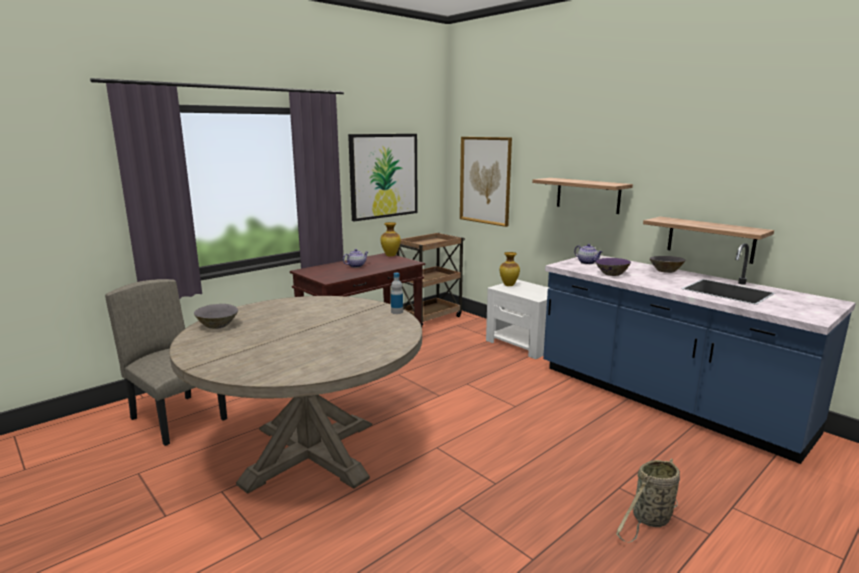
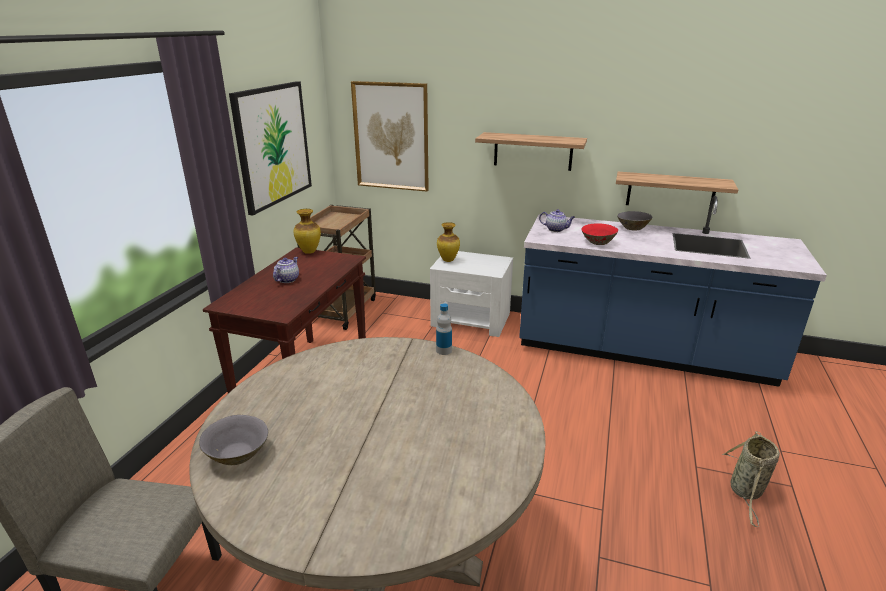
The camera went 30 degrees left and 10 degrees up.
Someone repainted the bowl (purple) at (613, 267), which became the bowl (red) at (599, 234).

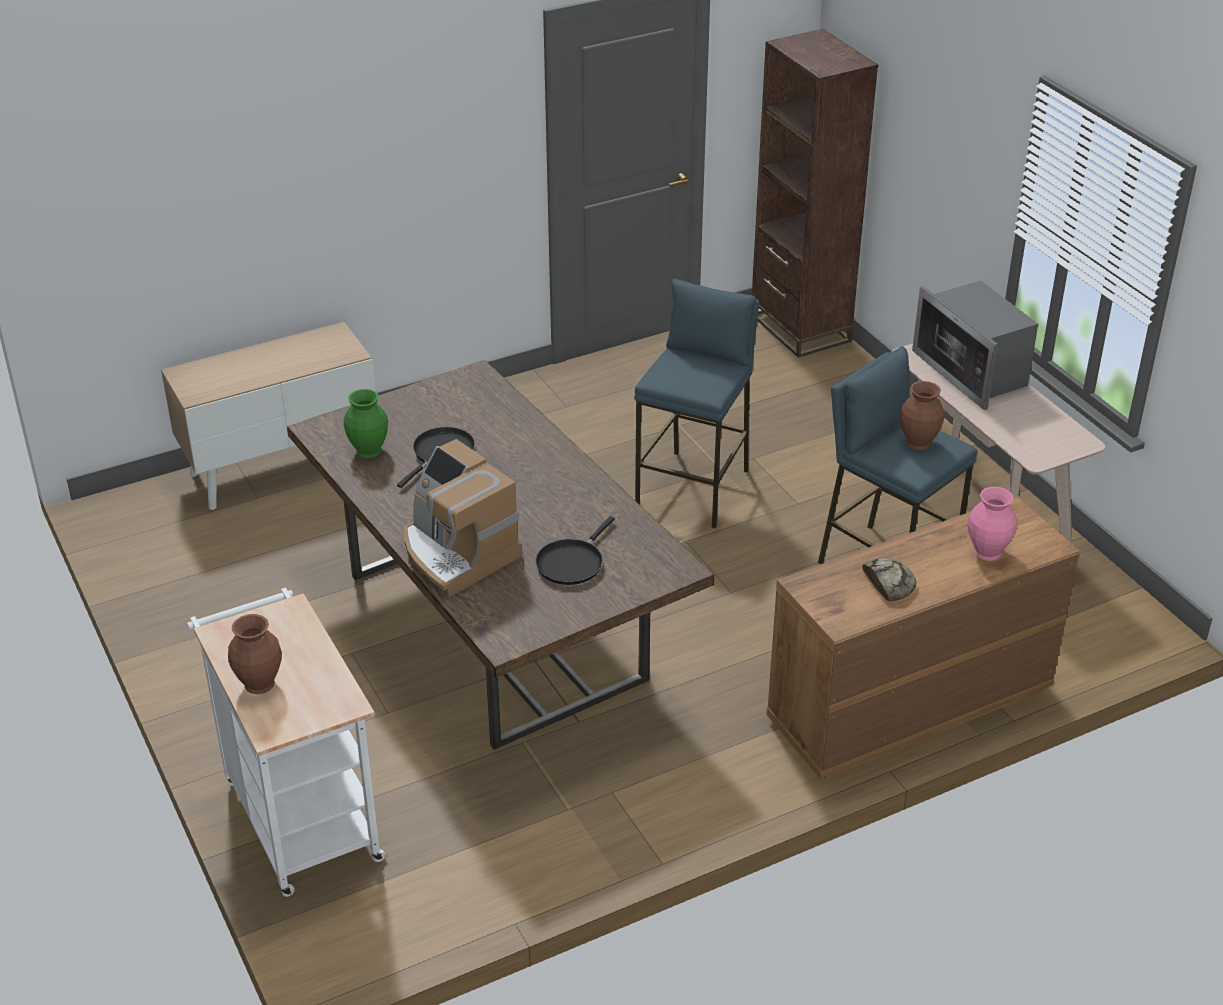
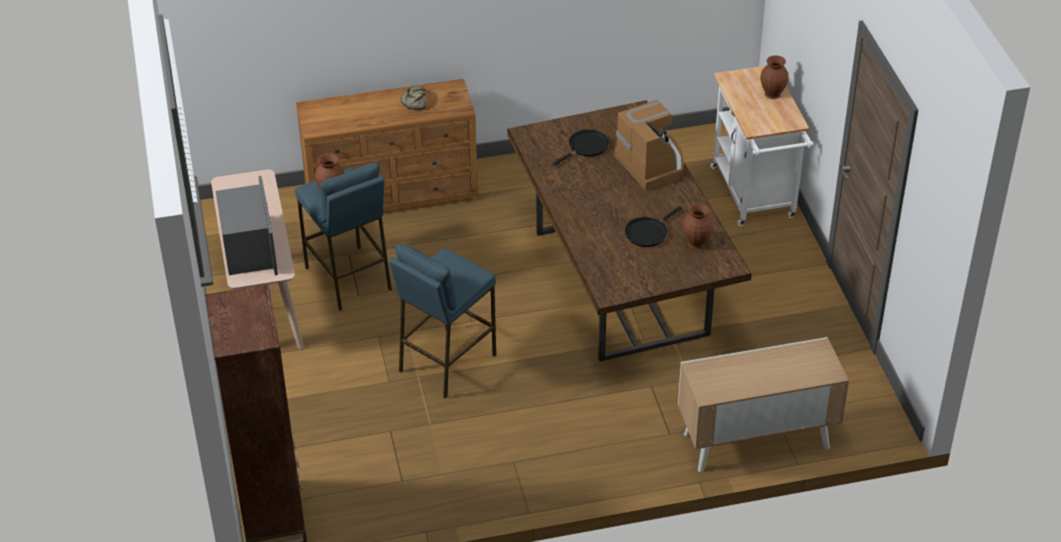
The camera went 165 degrees left and 5 degrees up.
Someone repainted the vase (green) at (366, 423), which became the vase (brown) at (697, 226).
Someone took away the vase (pink) at (992, 524).

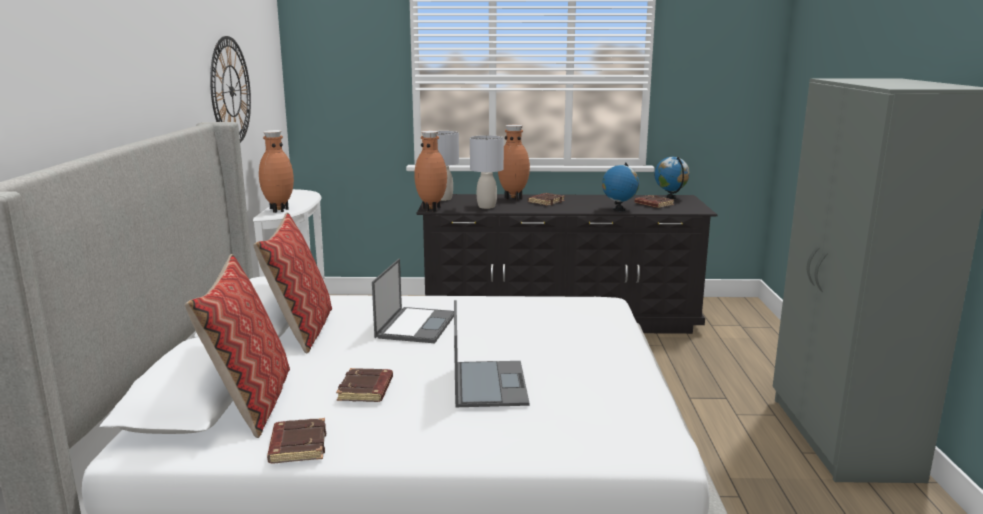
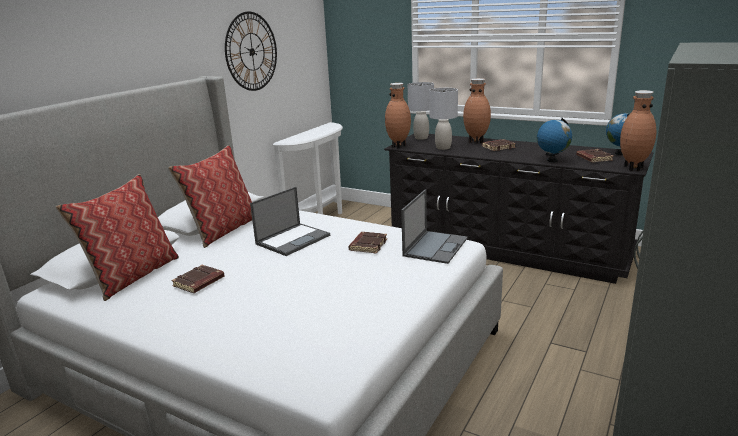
The camera went 30 degrees right and 5 degrees up.
Someone carried the vase (brown) from (276, 171) to (638, 130).
Someone carried the book (brown) from (296, 441) to (368, 243).
Someone carried the laptop from (491, 353) to (434, 226).

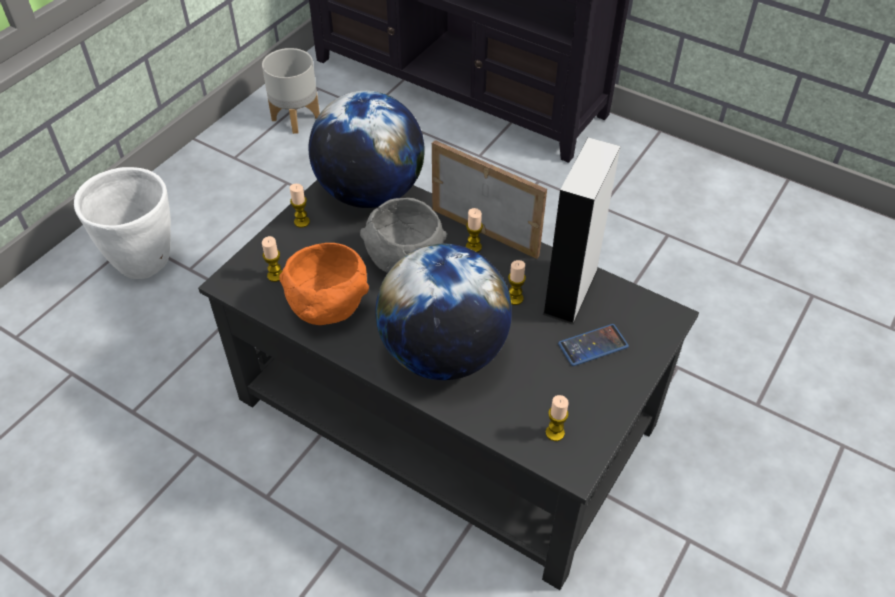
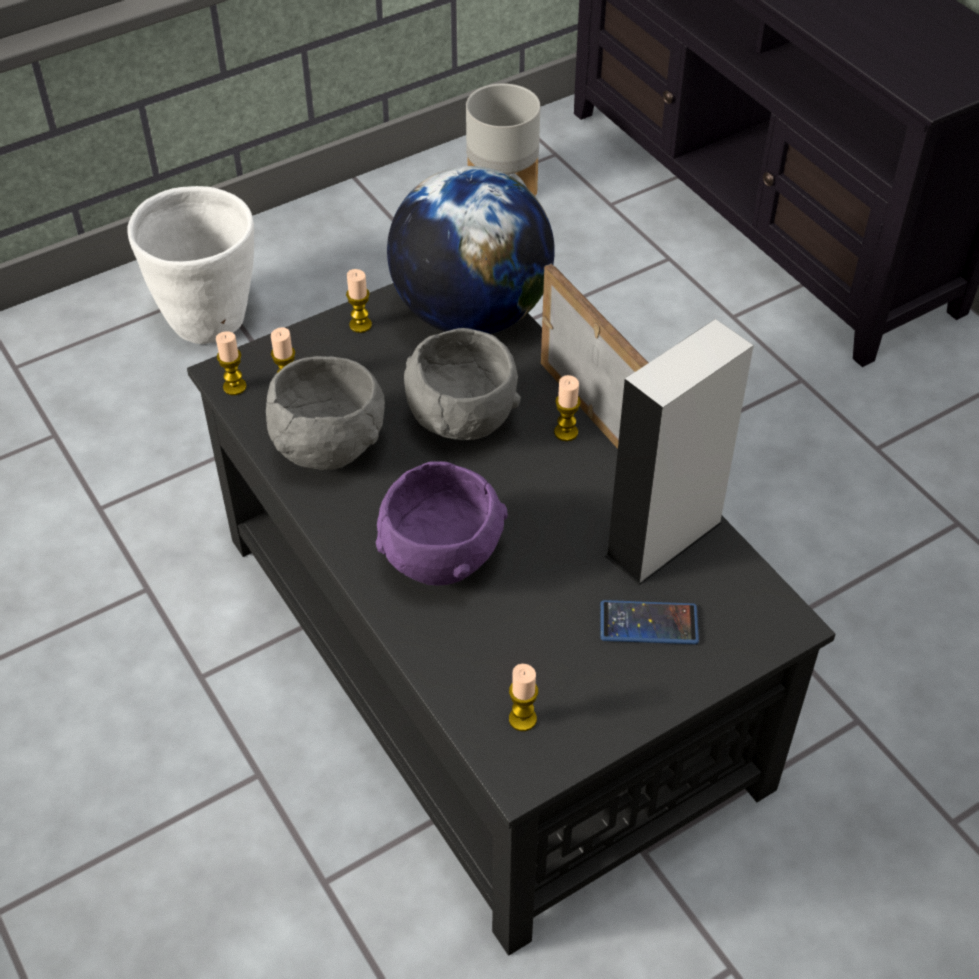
The camera went 25 degrees right and 0 degrees up.
Someone repainted the bowl (orange) at (324, 284), which became the bowl (grey) at (325, 413).
Someone swapped the globe at (443, 312) for the bowl (purple) at (442, 523).
Someone carried the candle from (517, 282) to (231, 363).

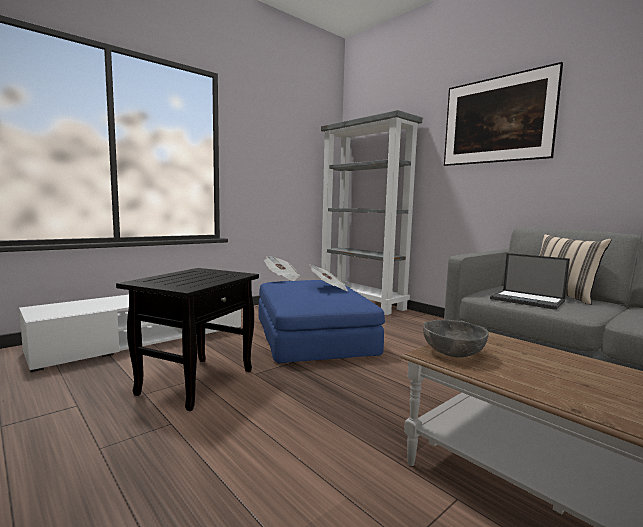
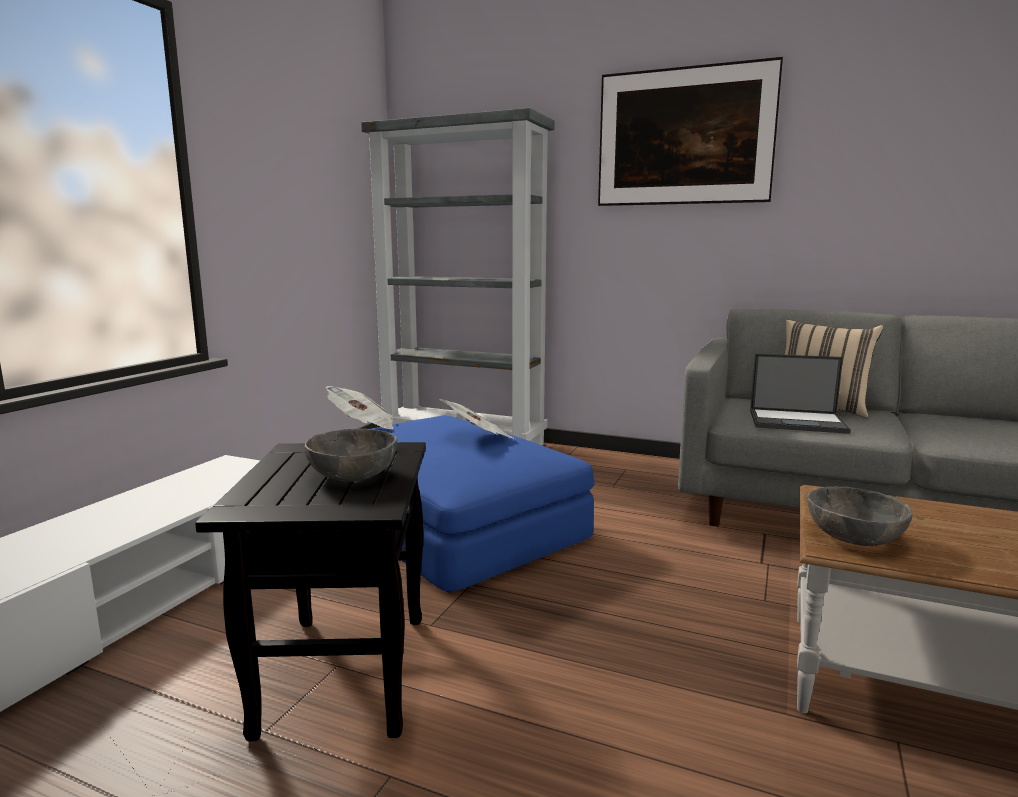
The camera went 25 degrees left and 5 degrees up.
Someone put down the bowl (grey) at (351, 455).

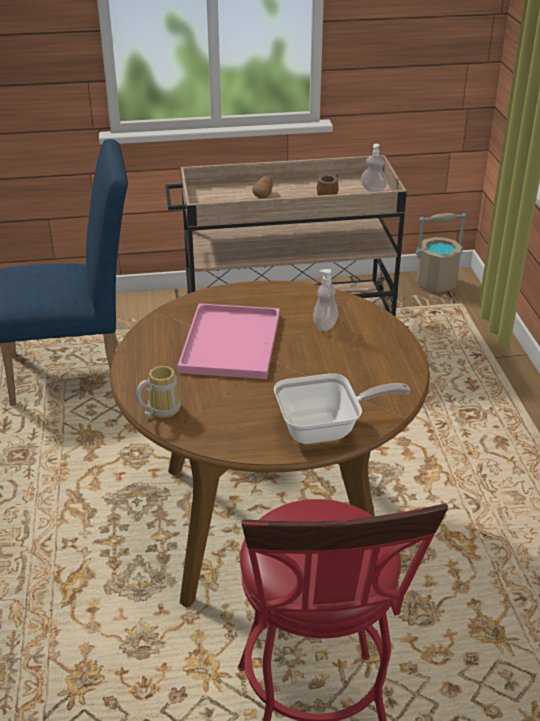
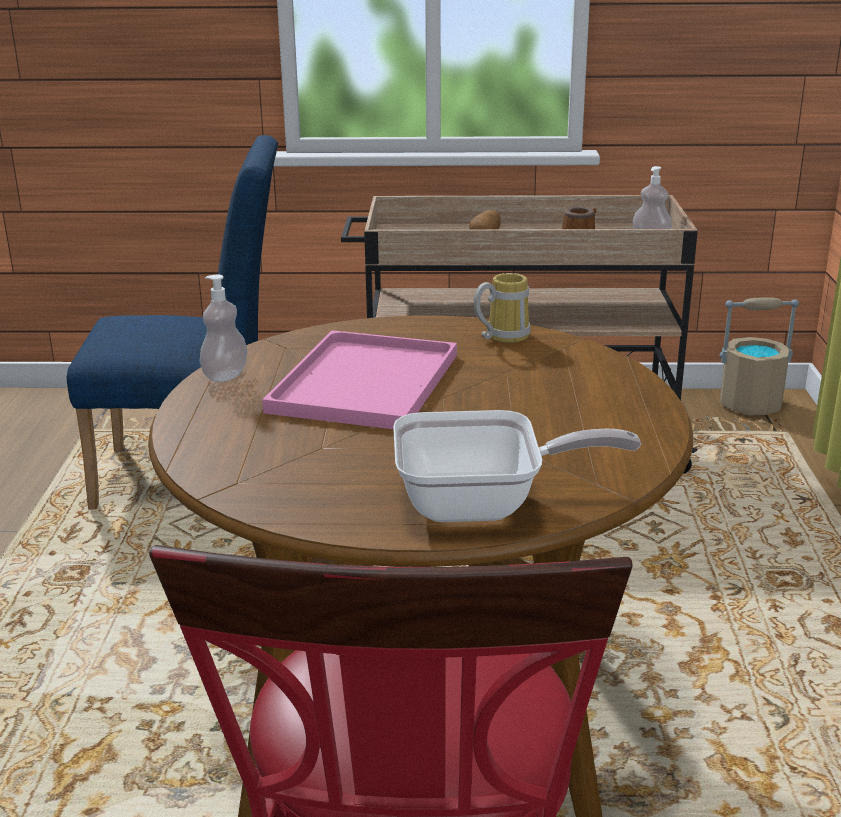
The camera went 10 degrees right and 10 degrees down.
Someone carried the mug from (158, 392) to (502, 308).
Someone carried the soap dispenser from (325, 300) to (224, 328).

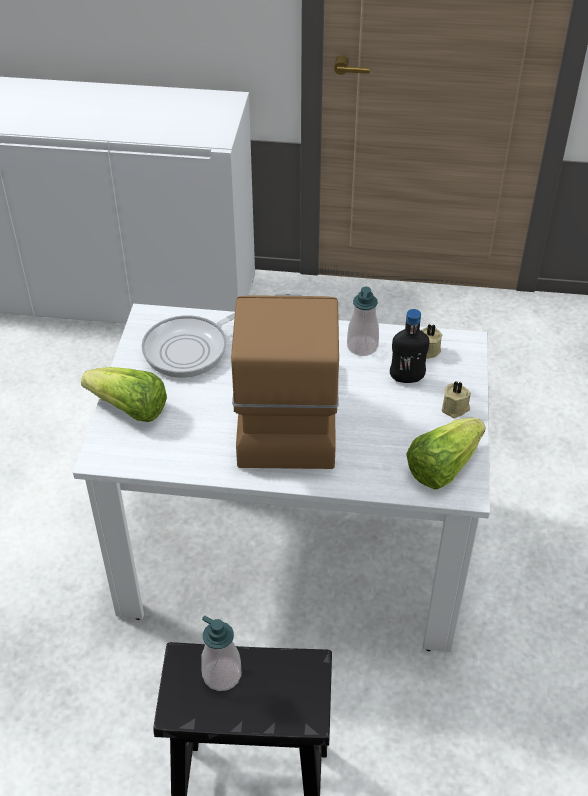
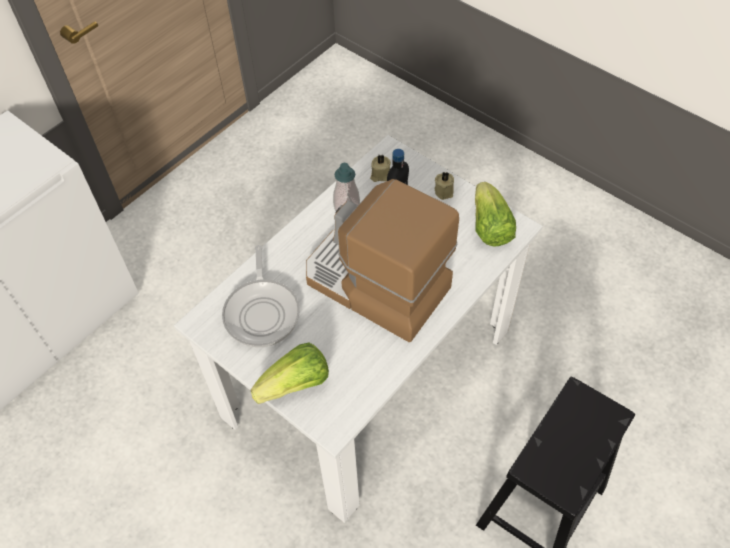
The camera went 55 degrees left and 10 degrees up.
Someone took away the soap dispenser at (221, 653).

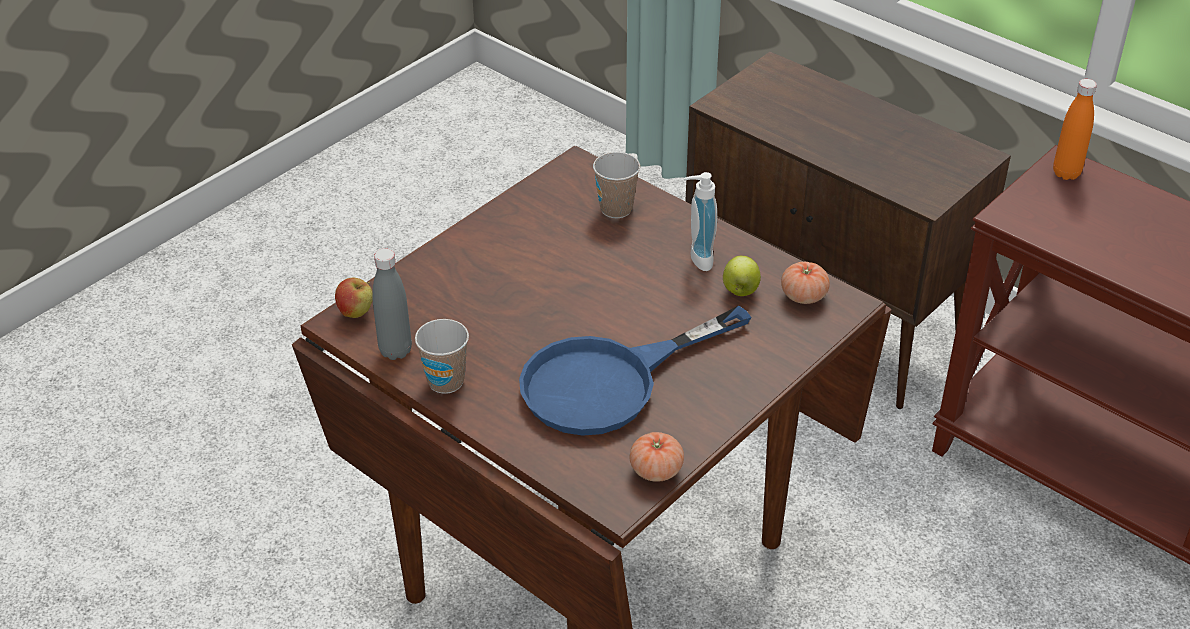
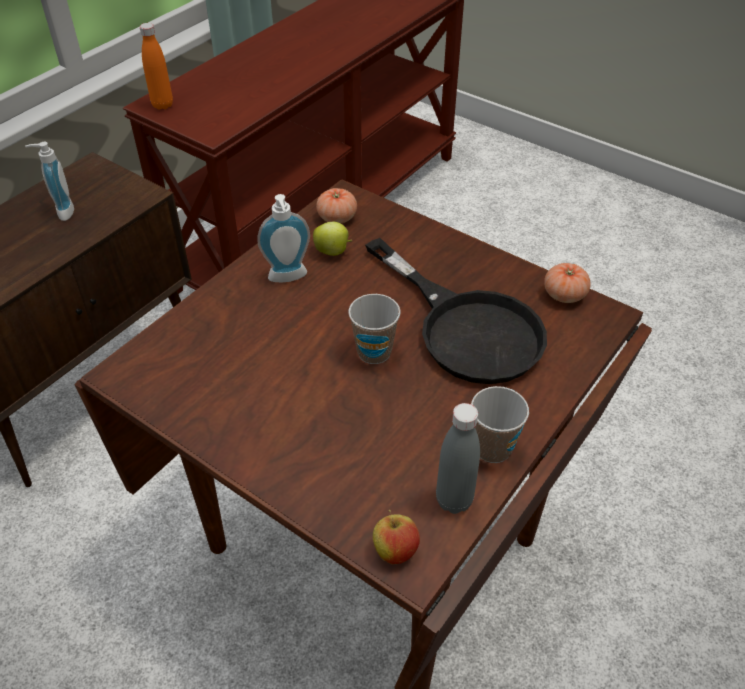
The camera went 95 degrees left and 5 degrees up.
Someone repainted the frying pan (blue) at (635, 370), which became the frying pan (black) at (456, 311).
Someone carried the cup from (616, 185) to (374, 329).
Someone put down the soap dispenser at (49, 181).

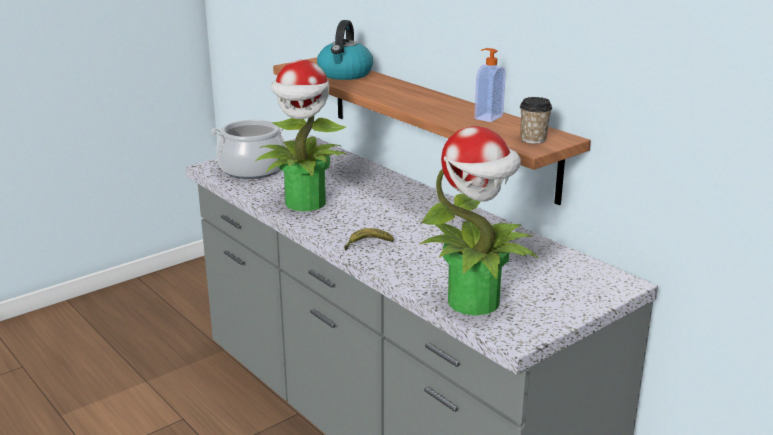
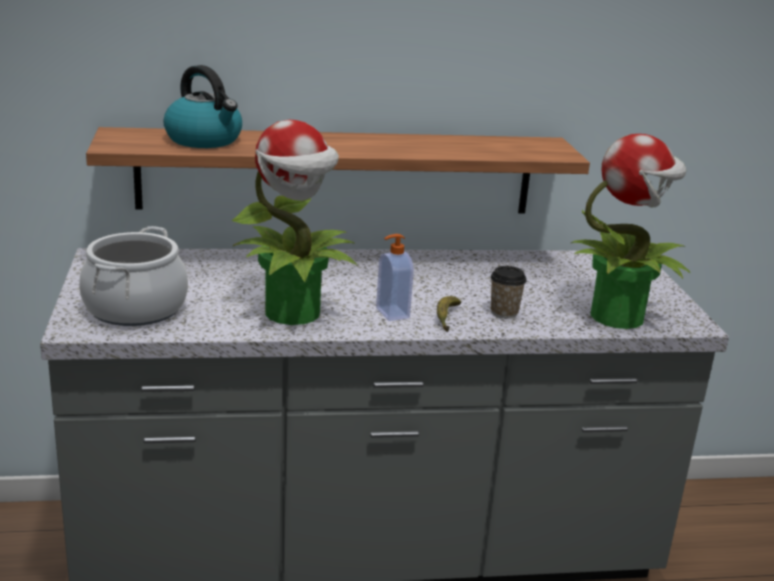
The camera went 60 degrees left and 0 degrees up.
Someone carried the soap dispenser from (490, 85) to (395, 277).
Someone carried the cup from (536, 120) to (508, 292).

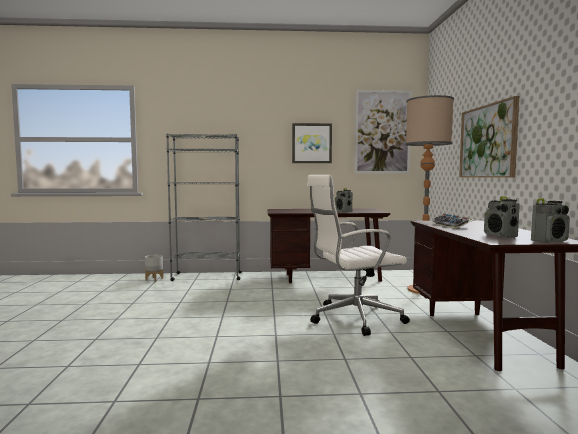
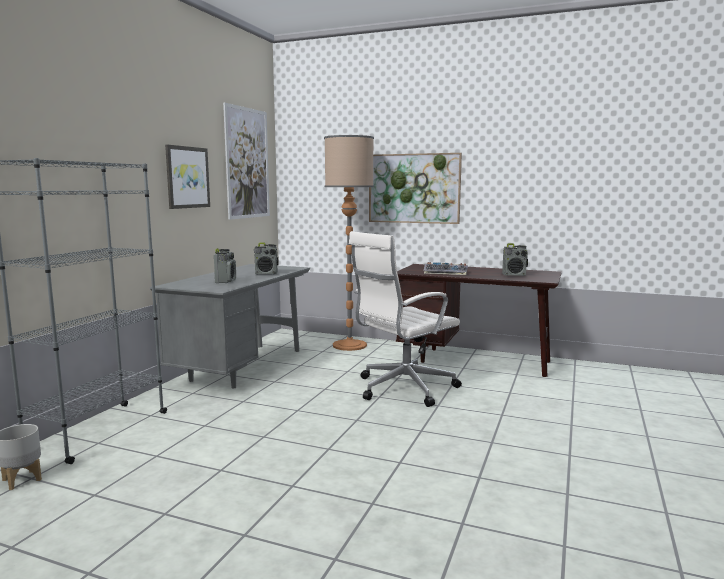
The camera went 65 degrees left and 5 degrees up.
Someone repainted the desk (brown) at (328, 245), which became the desk (grey) at (230, 326).
Someone rotated the office chair (white) at (358, 255) by 45 degrees clockwise.
Someone carried the radio from (550, 220) to (225, 265).

